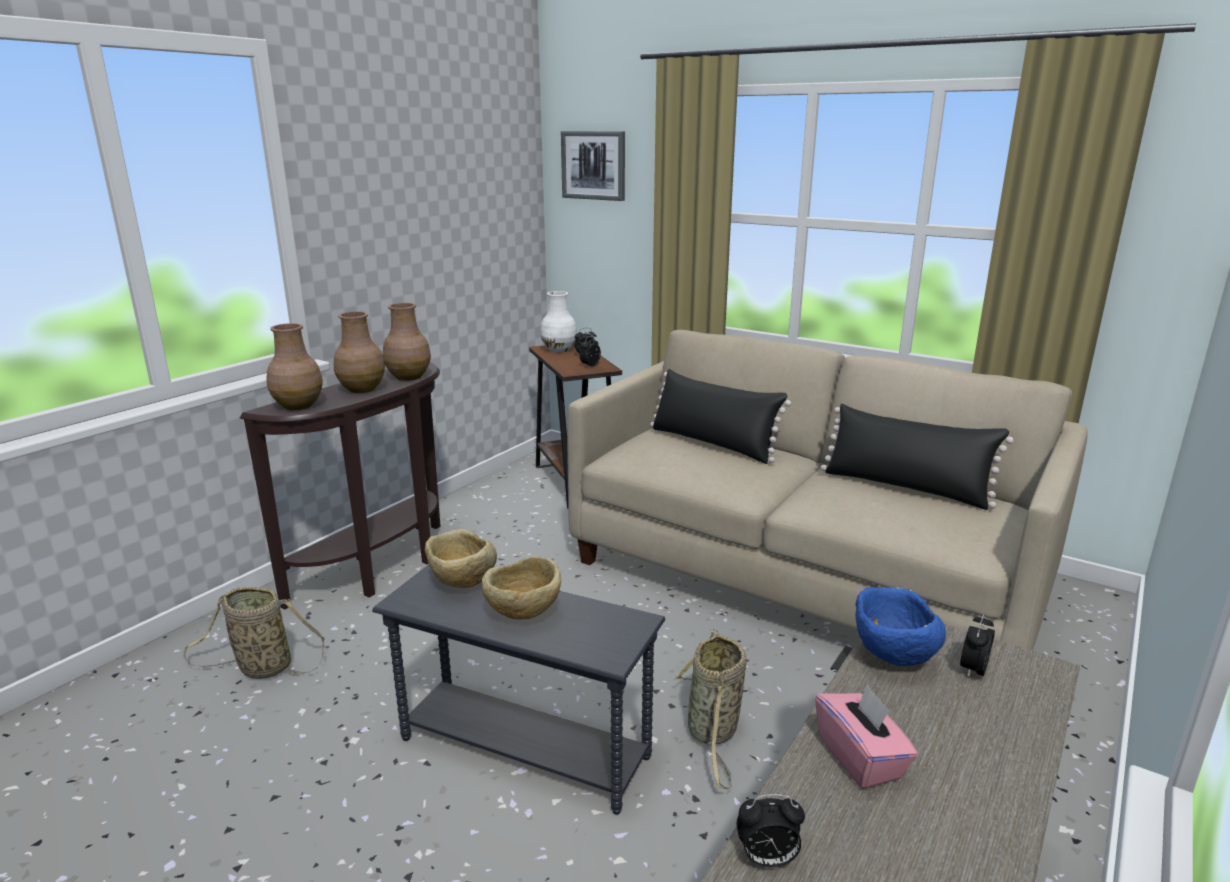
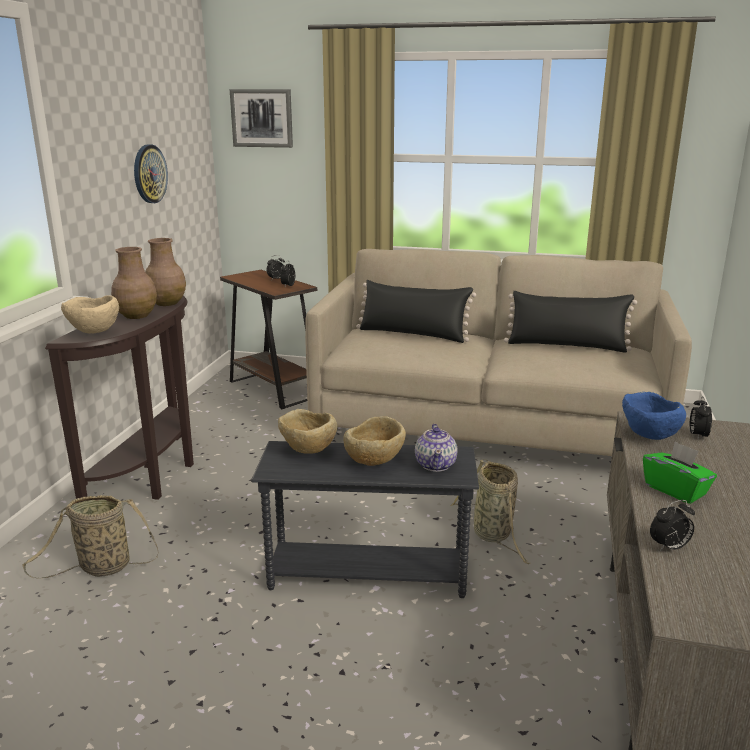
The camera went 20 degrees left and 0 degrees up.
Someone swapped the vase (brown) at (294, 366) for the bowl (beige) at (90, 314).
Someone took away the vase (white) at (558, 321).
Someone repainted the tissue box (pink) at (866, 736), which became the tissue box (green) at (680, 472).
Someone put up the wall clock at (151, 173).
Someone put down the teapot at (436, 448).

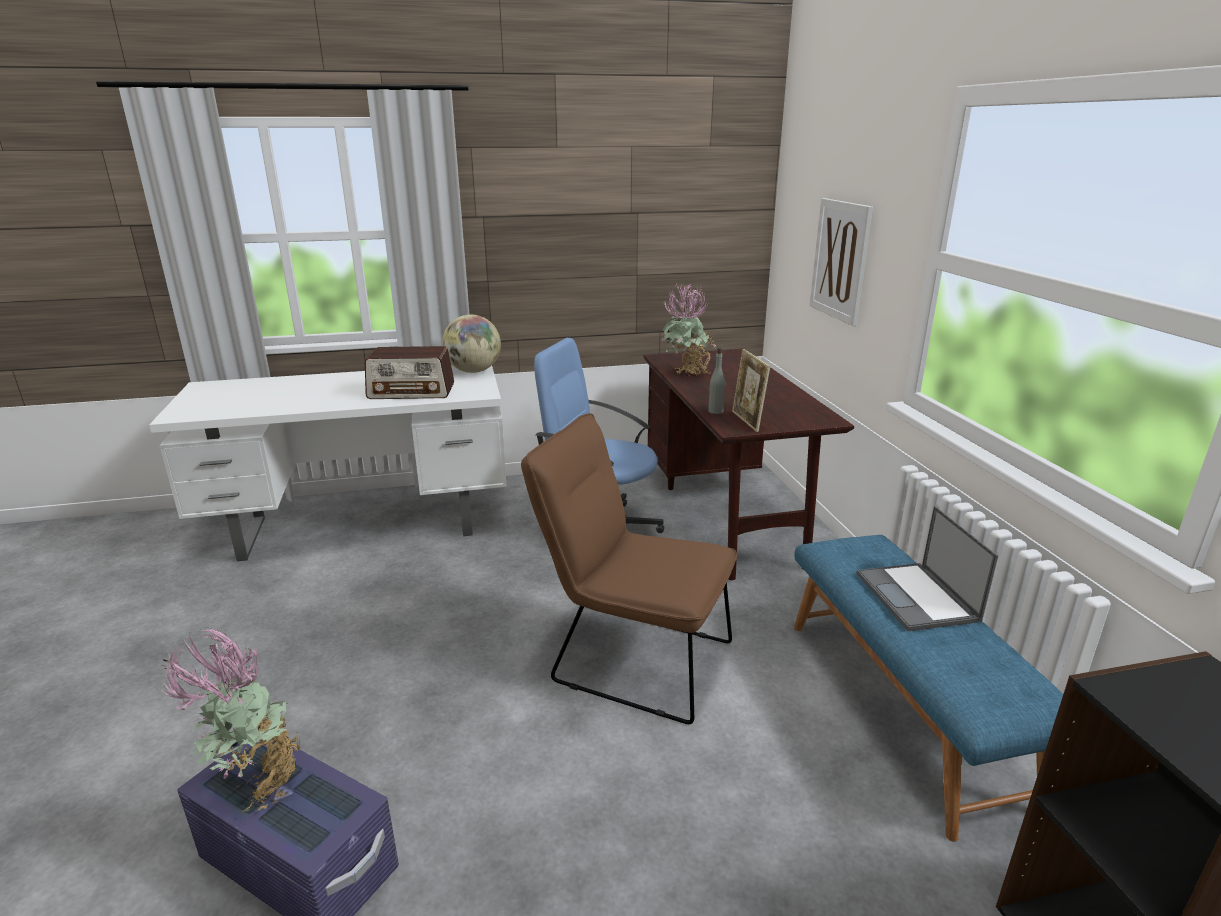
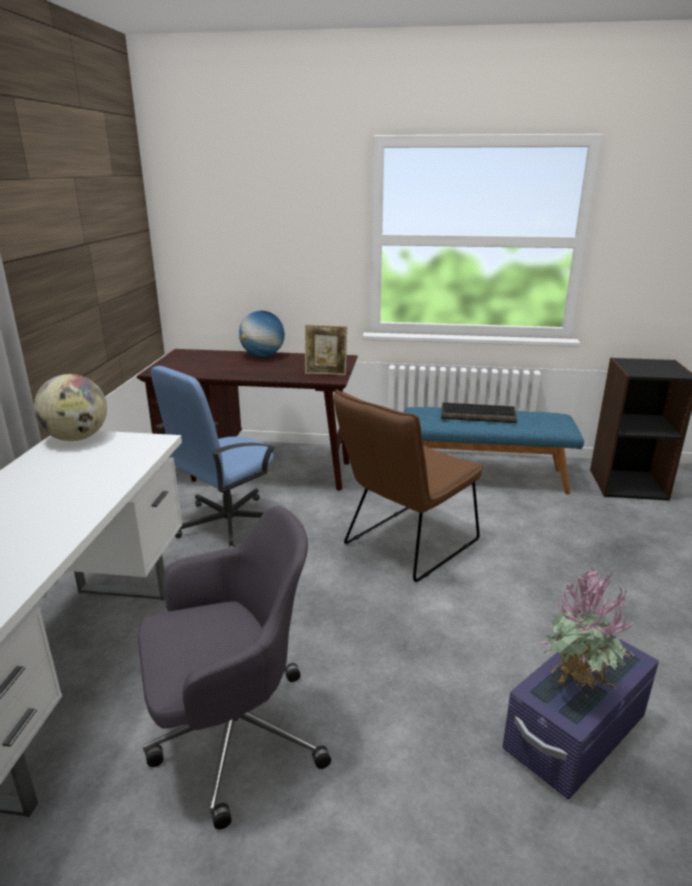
The camera went 70 degrees left and 0 degrees up.
Someone took away the radio at (409, 372).
Someone took away the potted plant at (688, 329).
Someone took away the bottle (grey) at (716, 381).
Someone took away the picture at (841, 262).
Someone swapped the laptop at (927, 568) for the keyboard at (479, 412).
Someone put down the office chair (grey) at (234, 668).
Someone put down the globe at (262, 334).

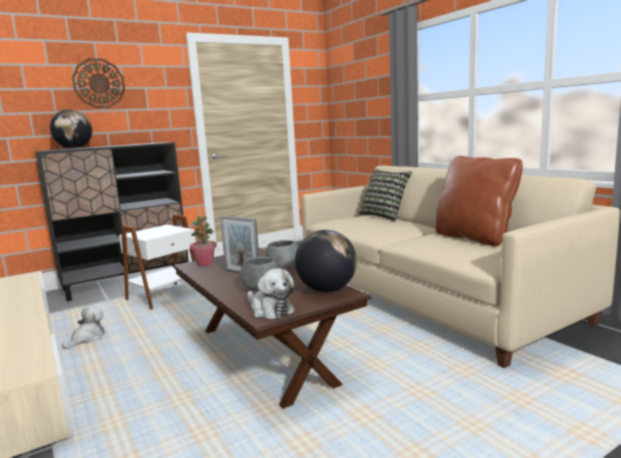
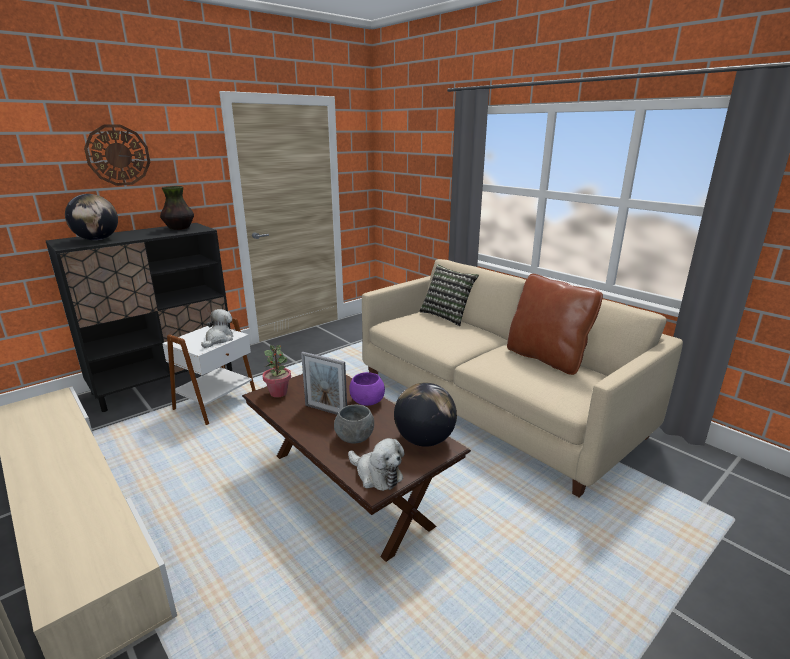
The camera went 10 degrees left and 10 degrees up.
Someone carried the plush toy from (83, 327) to (217, 328).
Someone repainted the bowl (grey) at (282, 255), which became the bowl (purple) at (367, 389).
Someone put down the vase at (177, 208).

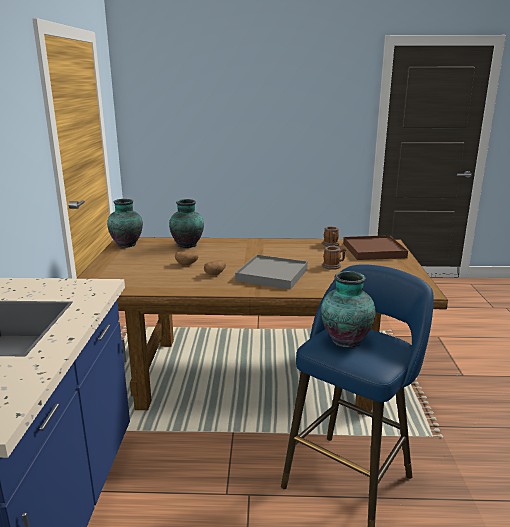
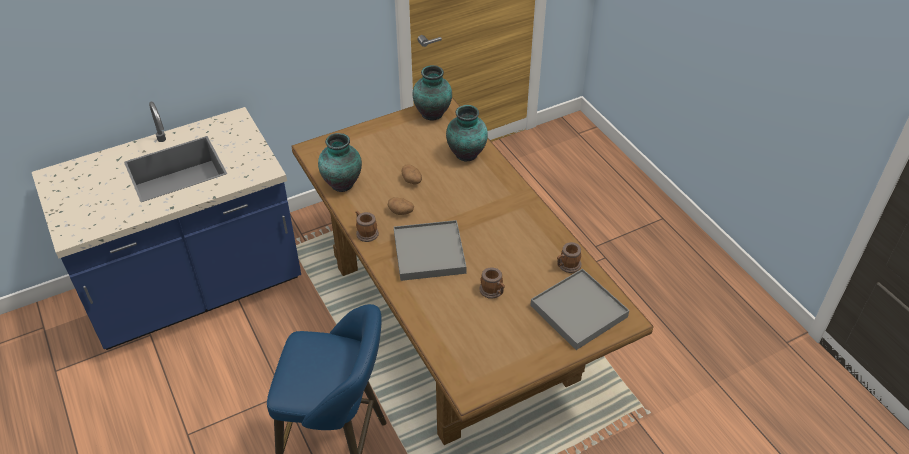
The camera went 60 degrees right and 25 degrees up.
Someone carried the vase from (348, 309) to (340, 162).
Someone repainted the tray (brown) at (375, 247), which became the tray (grey) at (579, 309).
Someone put down the mug at (367, 226).

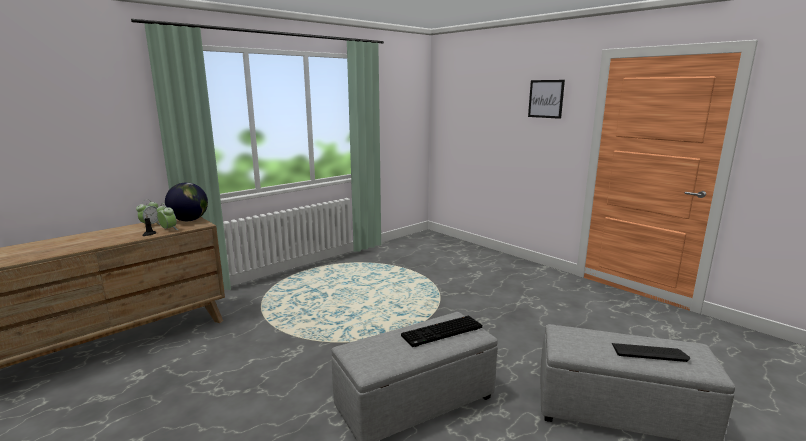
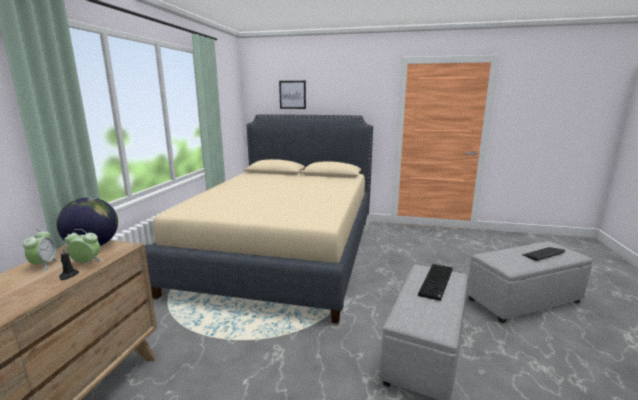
The camera went 35 degrees left and 0 degrees up.
Someone carried the picture from (546, 99) to (292, 95).
Someone put down the bed (beige) at (259, 219).

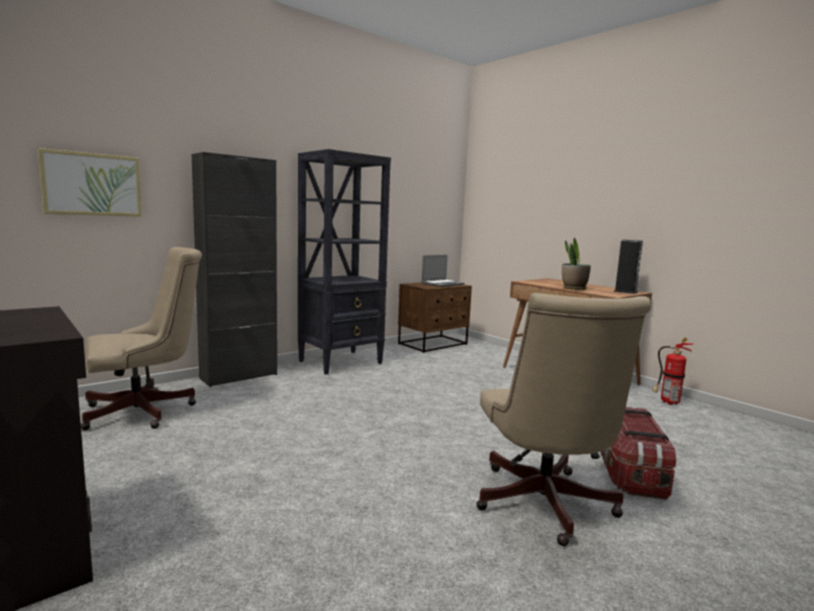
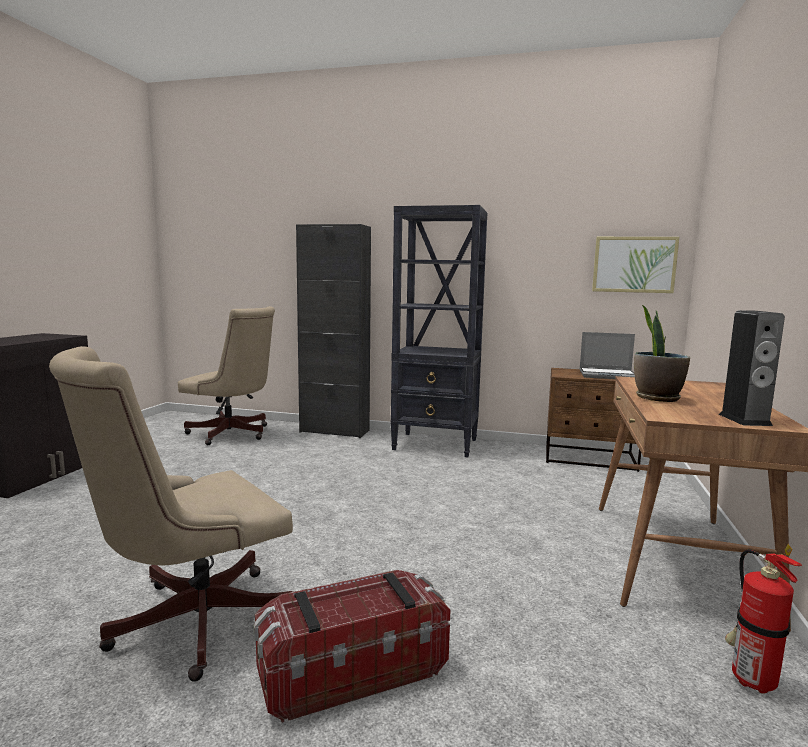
The camera went 55 degrees right and 0 degrees up.
Someone carried the picture from (90, 182) to (635, 265).

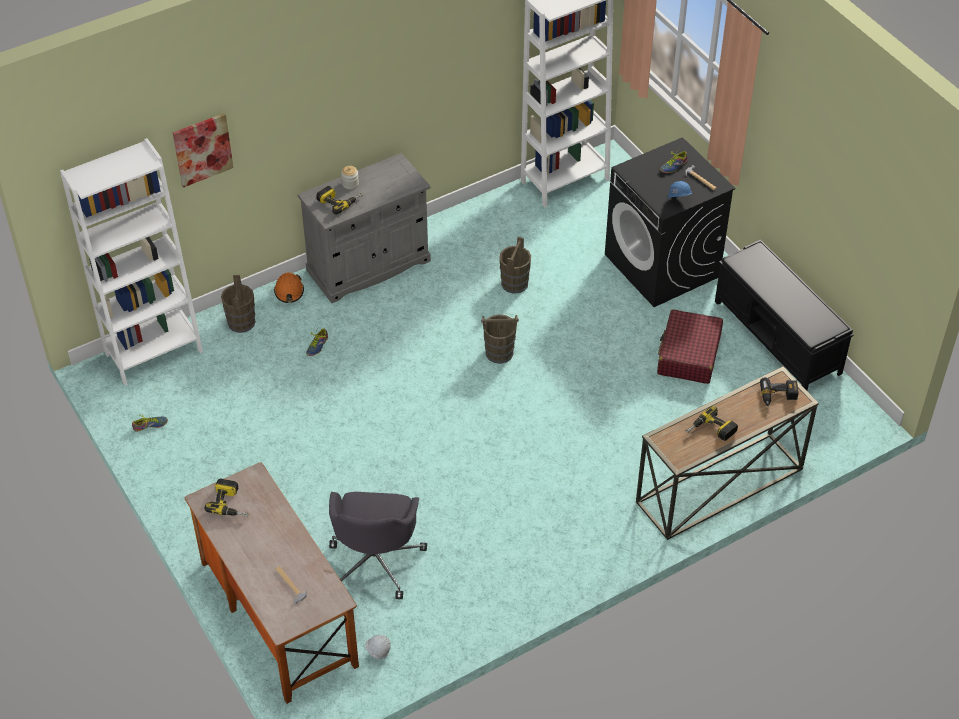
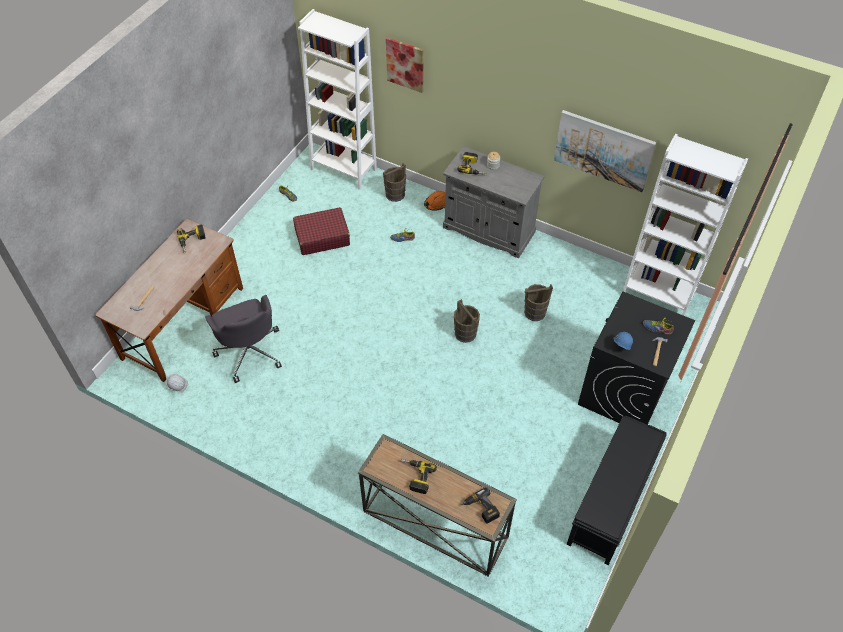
The camera went 60 degrees right and 5 degrees up.
Someone rotated the office chair (grey) at (378, 545) by 90 degrees counterclockwise.
Someone carried the suitcase (red) from (690, 346) to (321, 231).
Someone put up the picture at (605, 151).

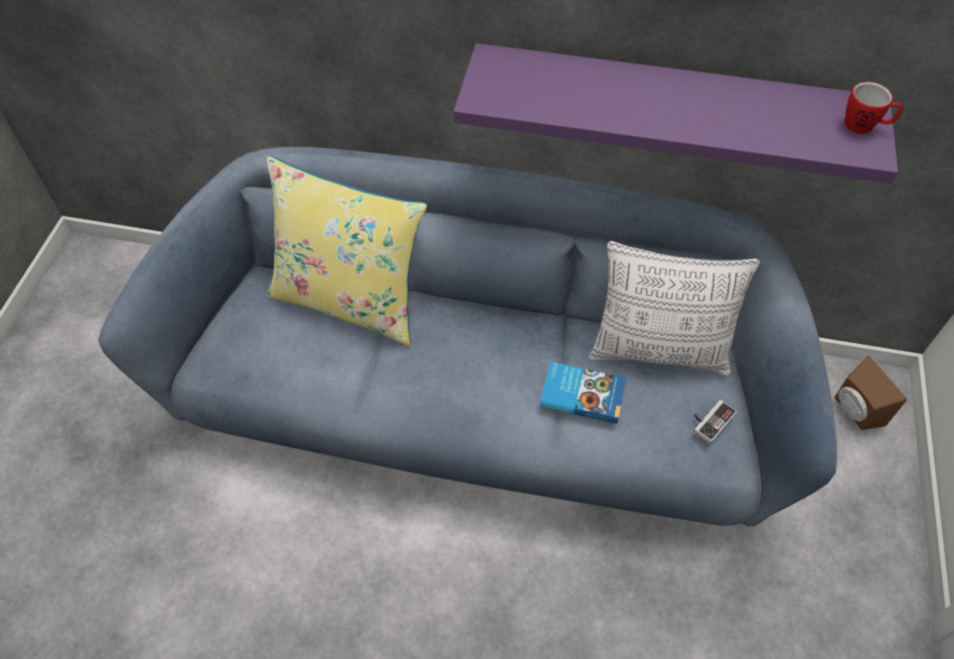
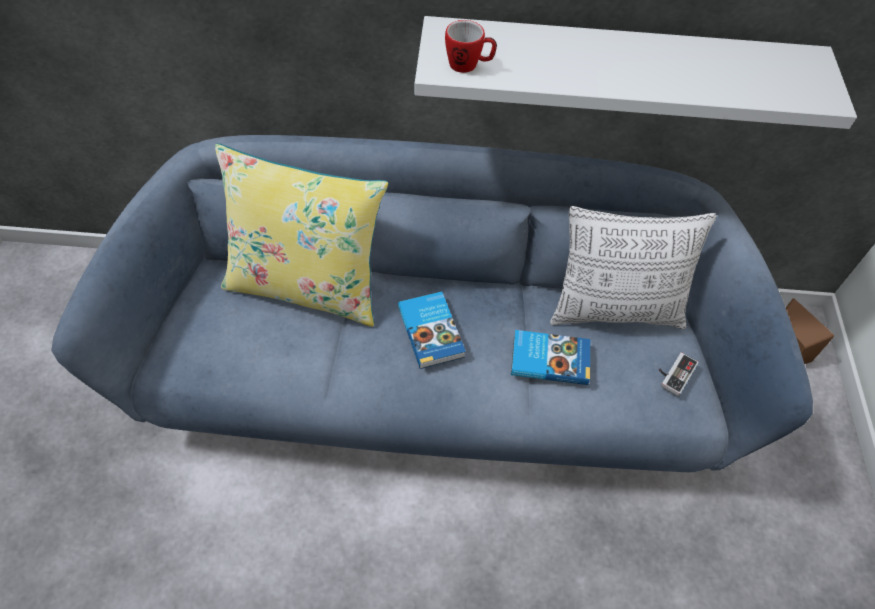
The camera went 10 degrees left and 0 degrees up.
Someone repainted the shelf (purple) at (676, 113), which became the shelf (white) at (635, 72).
Someone carried the mug from (874, 108) to (471, 46).
Someone put down the book at (432, 330).

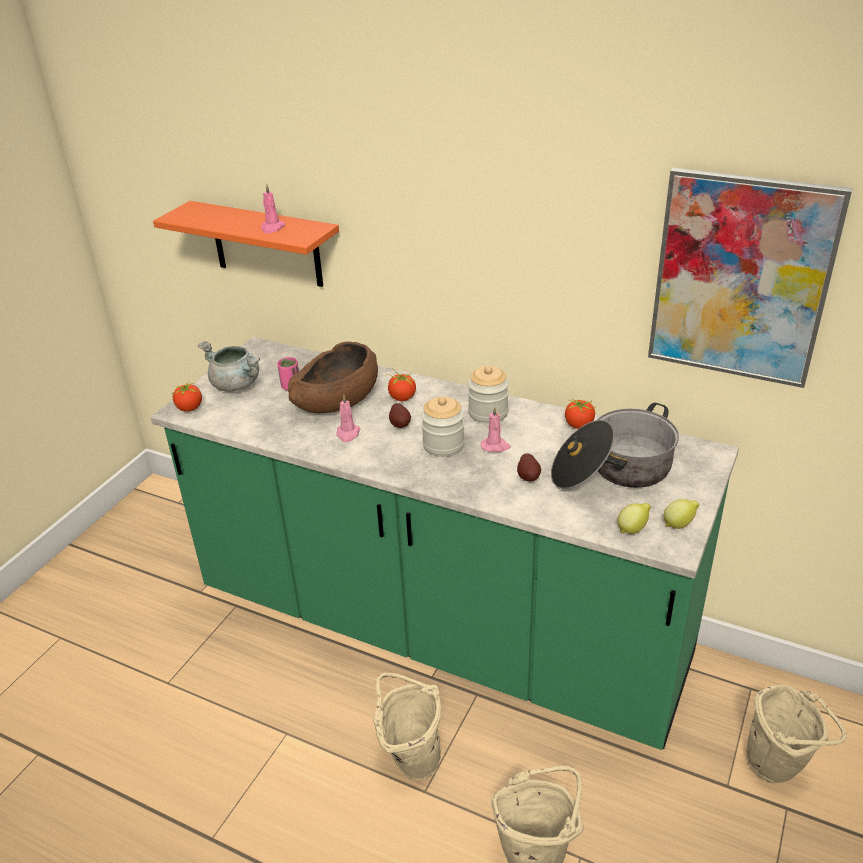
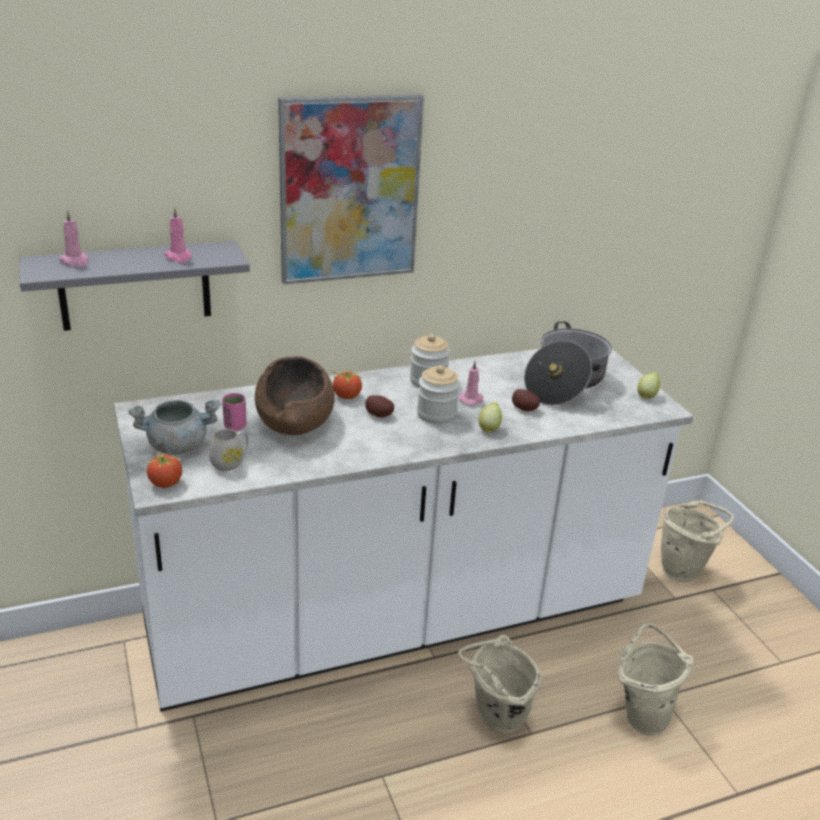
The camera went 50 degrees left and 5 degrees down.
Someone repainted the counter (green) at (445, 543), which became the counter (white) at (403, 530).
Someone repainted the shelf (orange) at (246, 244), which became the shelf (grey) at (134, 286).
Someone carried the candle (pink) from (348, 418) to (73, 238).
Someone took away the tomato at (580, 414).
Someone carried the lemon from (634, 518) to (490, 417).
Someone carried the picture from (750, 278) to (351, 189).
Someone put down the mug (white) at (229, 450).

